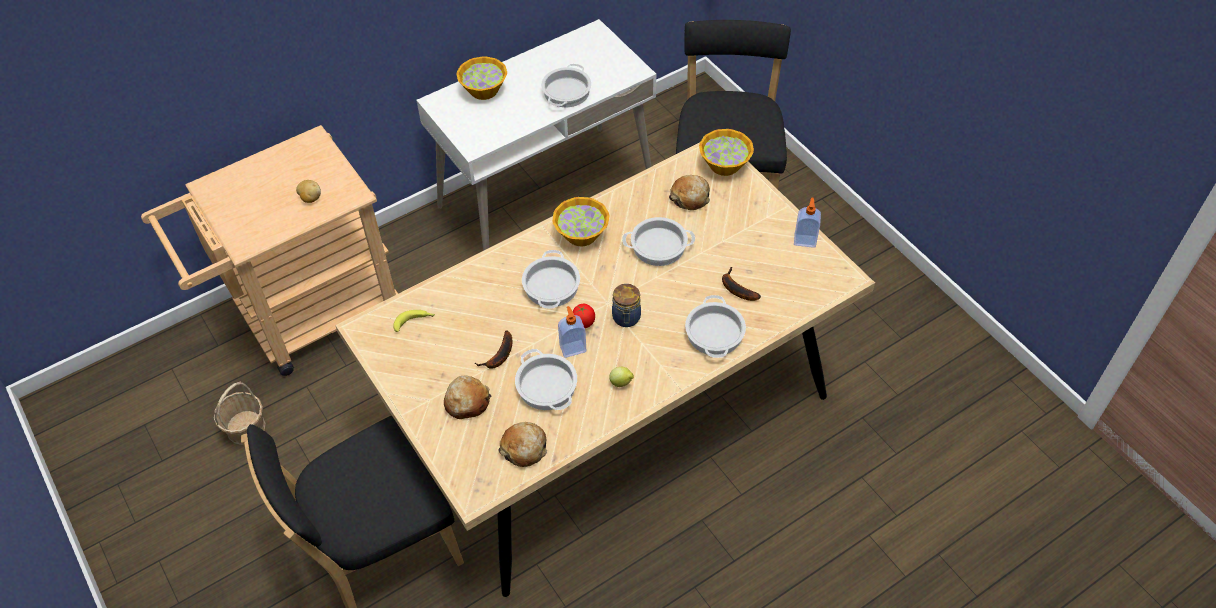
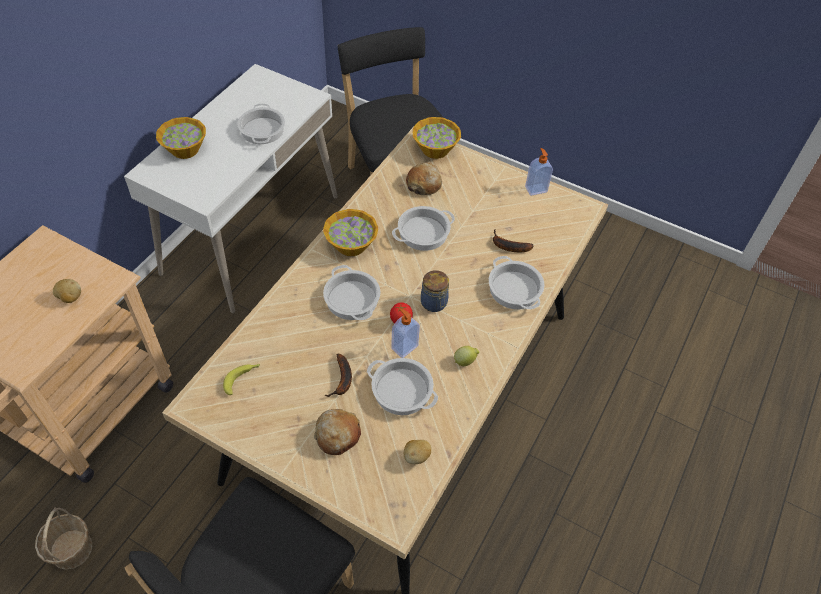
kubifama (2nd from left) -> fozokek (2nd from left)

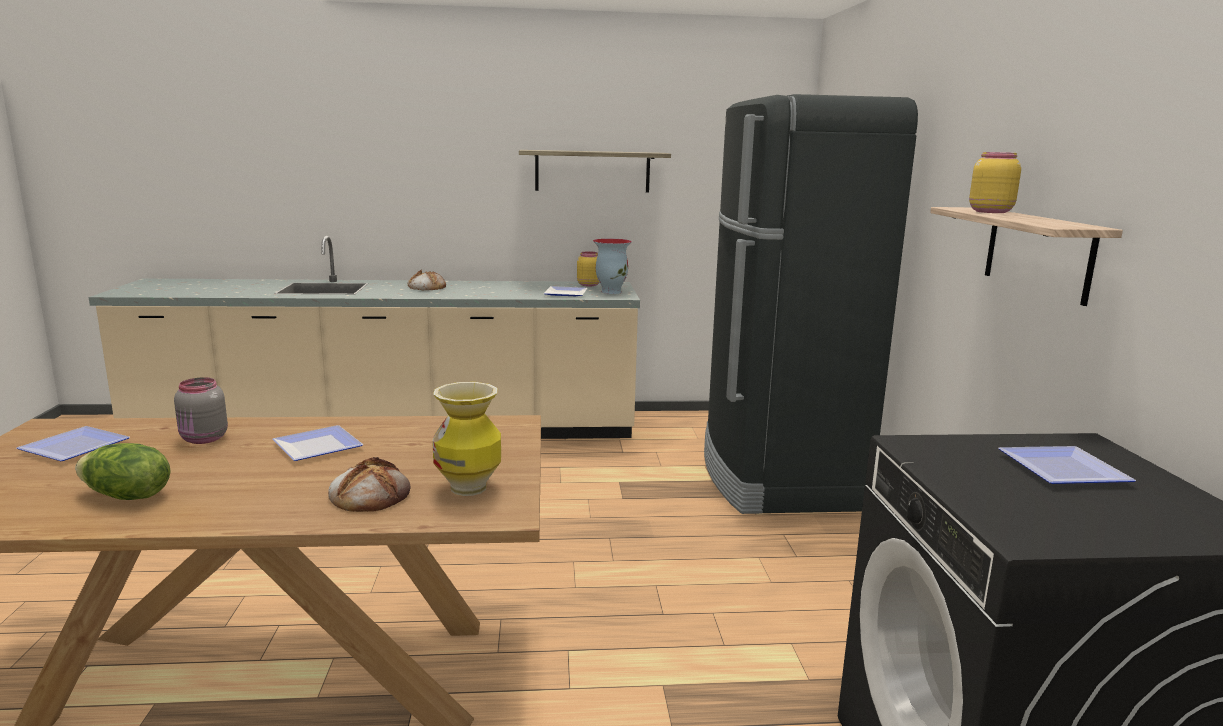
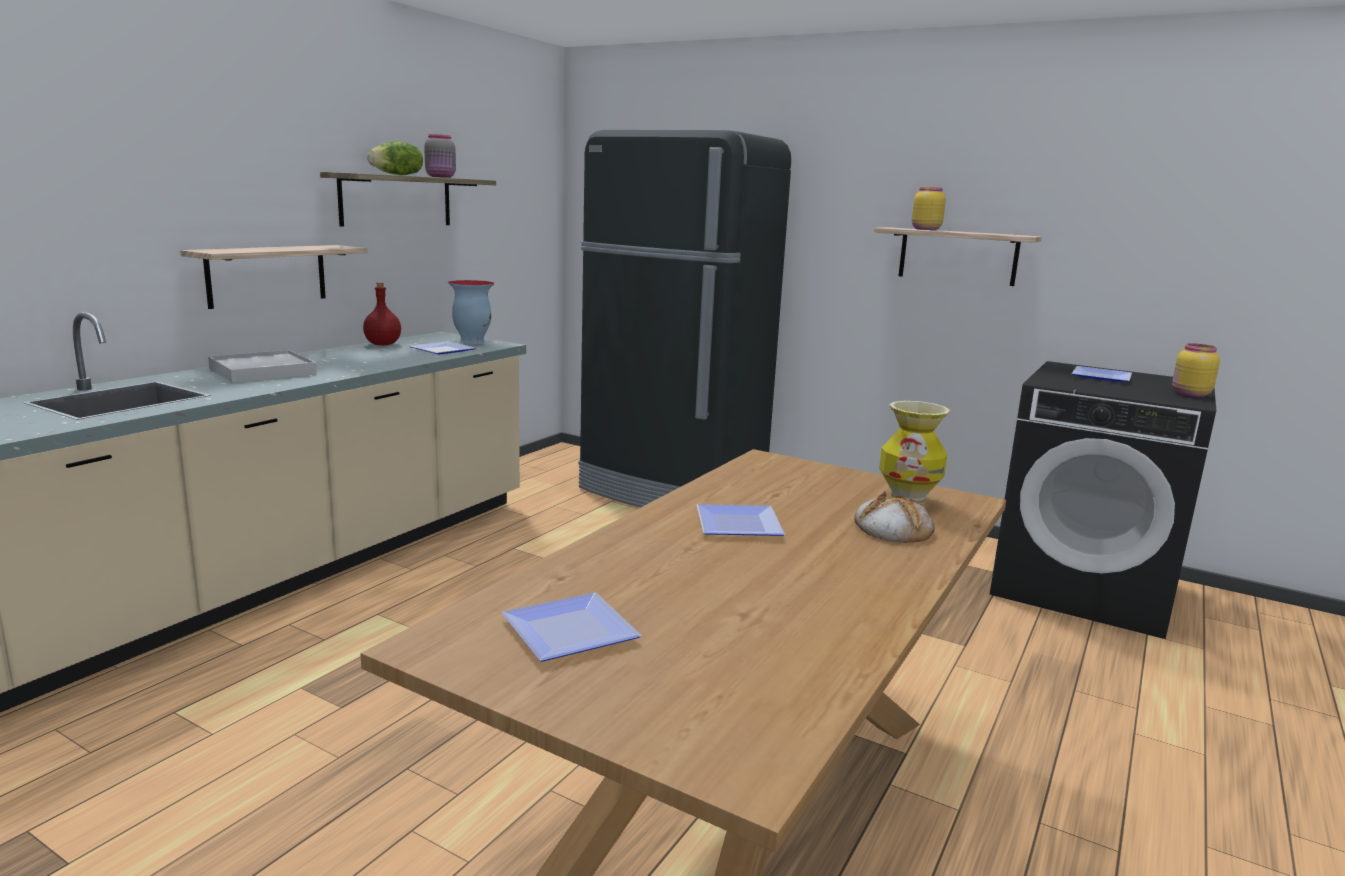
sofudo, move
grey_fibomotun, move
kubifama (2nd from left) -> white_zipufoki
yellow_fibomotun (1st from left in the first image) -> yellow_fibomotun (2nd from left), move
none -> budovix (1st from left)
none -> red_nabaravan

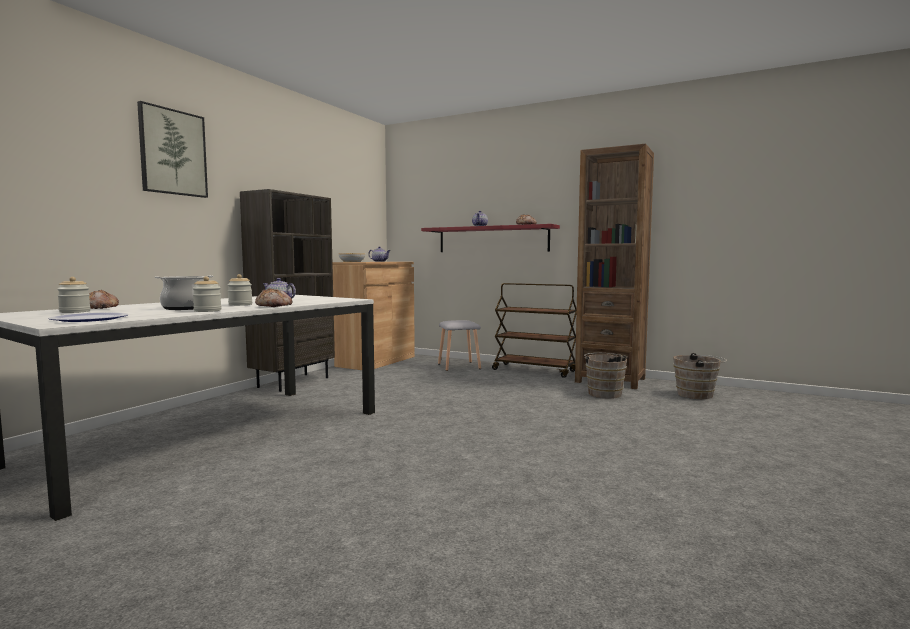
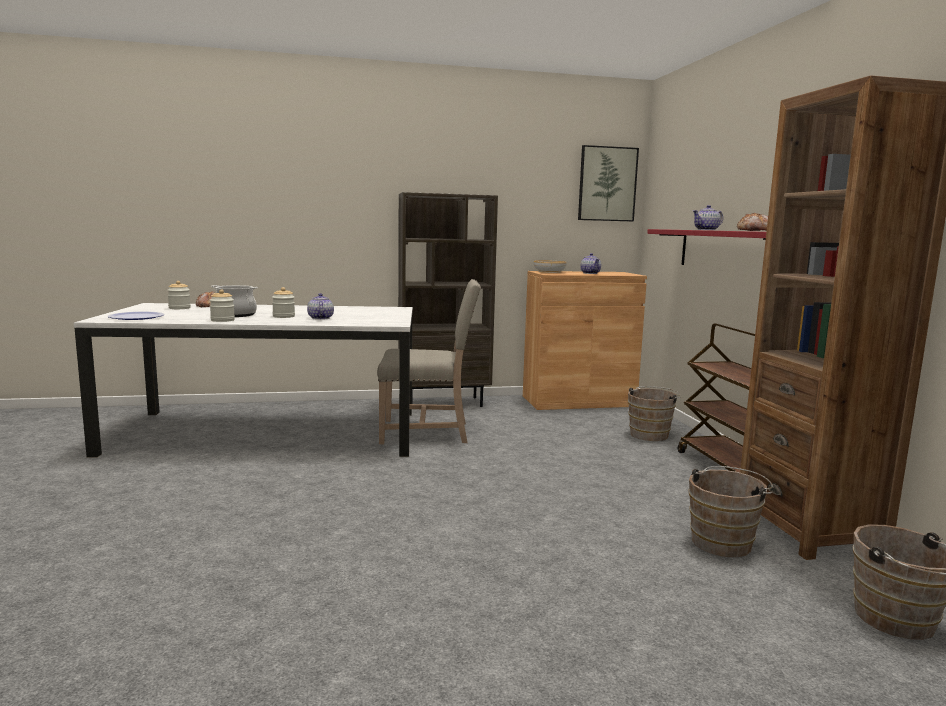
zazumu, move
kubifama (2nd from left) -> none
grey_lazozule -> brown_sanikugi (1st from left)
none -> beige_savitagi

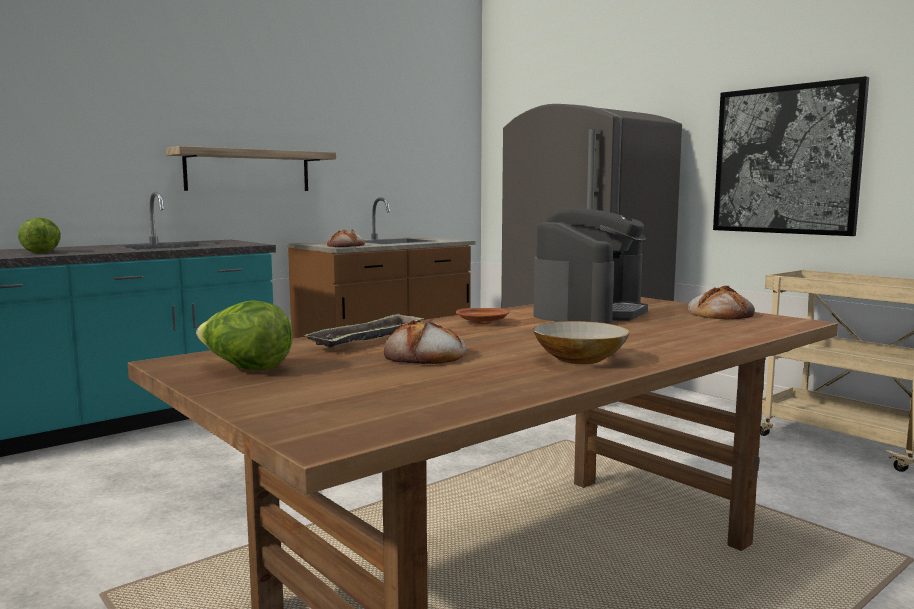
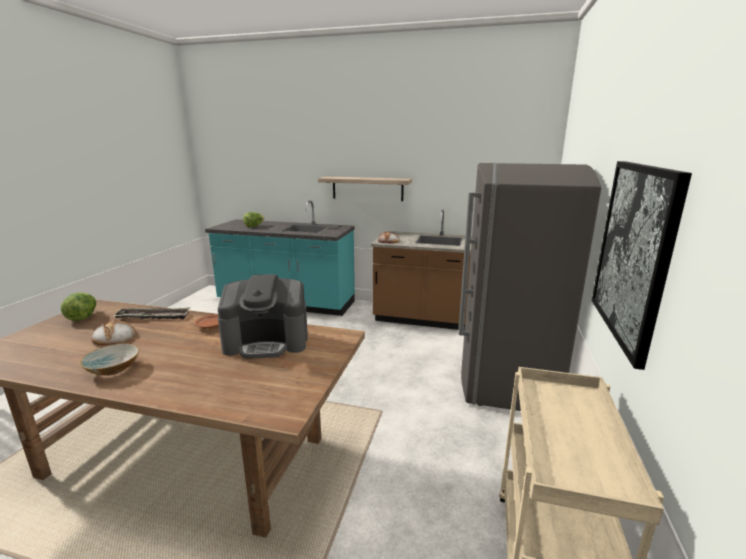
kubifama (3rd from left) -> none

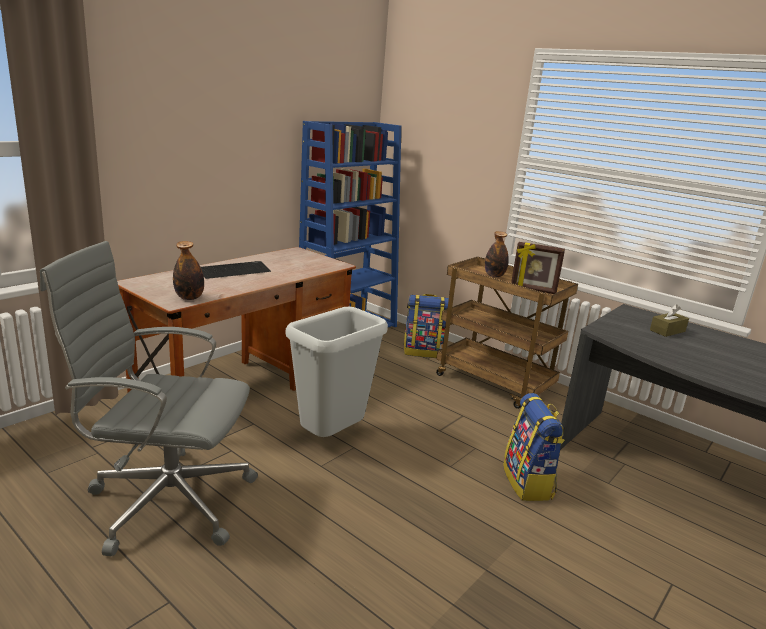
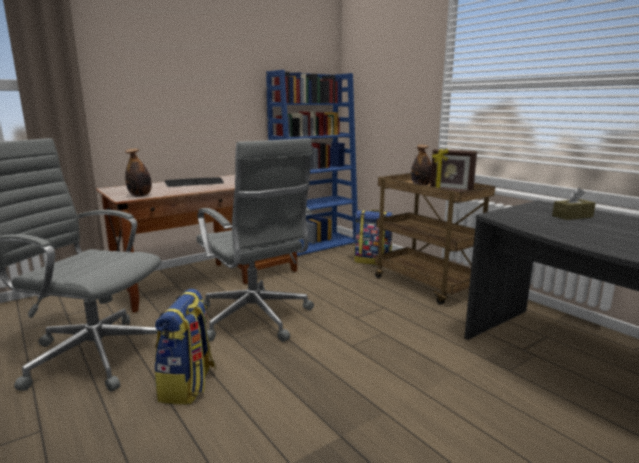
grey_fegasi -> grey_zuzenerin (2nd from left)
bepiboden (2nd from left in the first image) -> bepiboden (1st from left), move

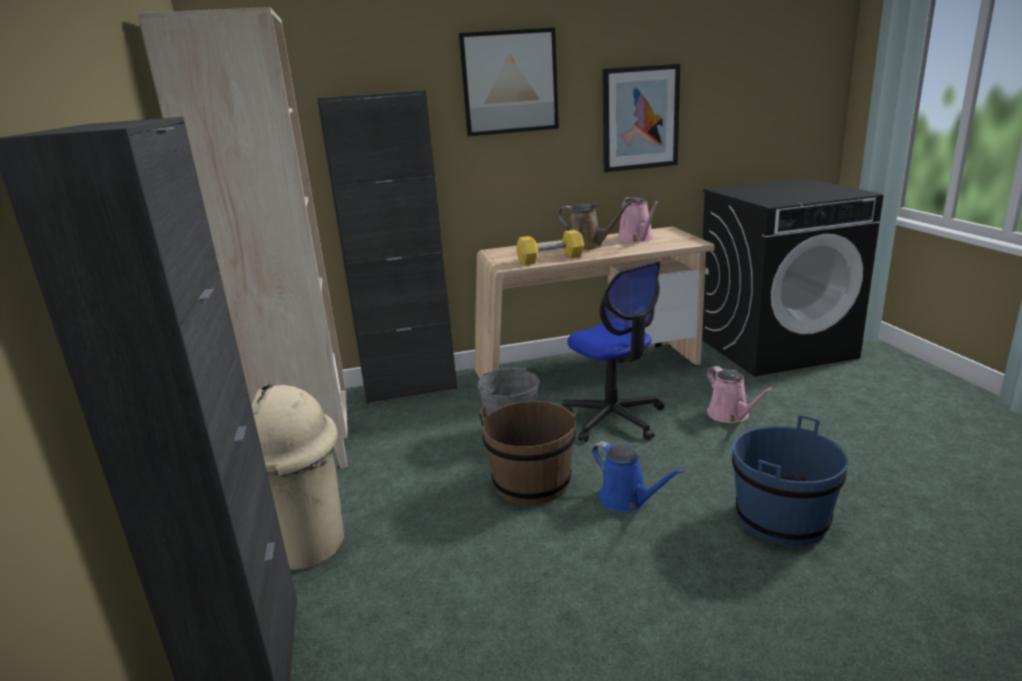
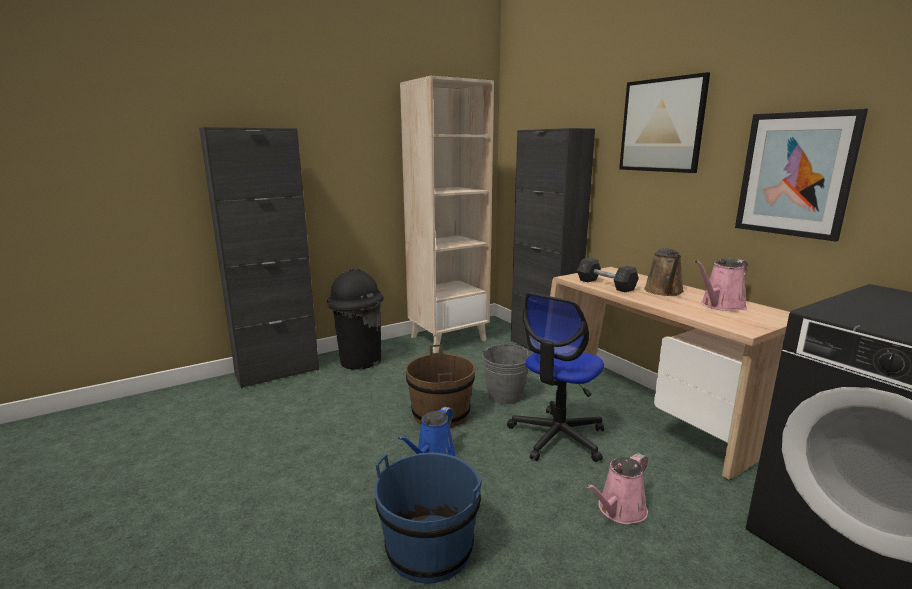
beige_fegasi -> black_fegasi
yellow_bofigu -> grey_bofigu

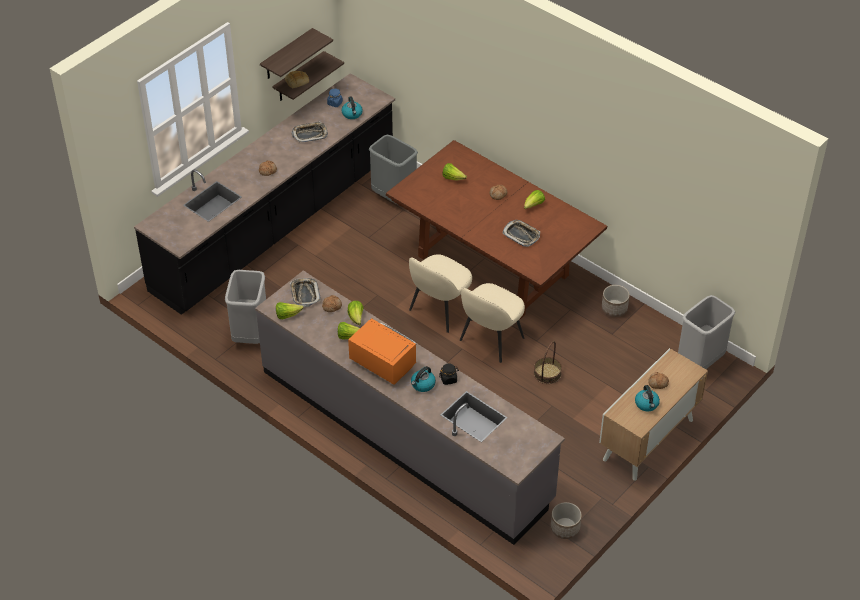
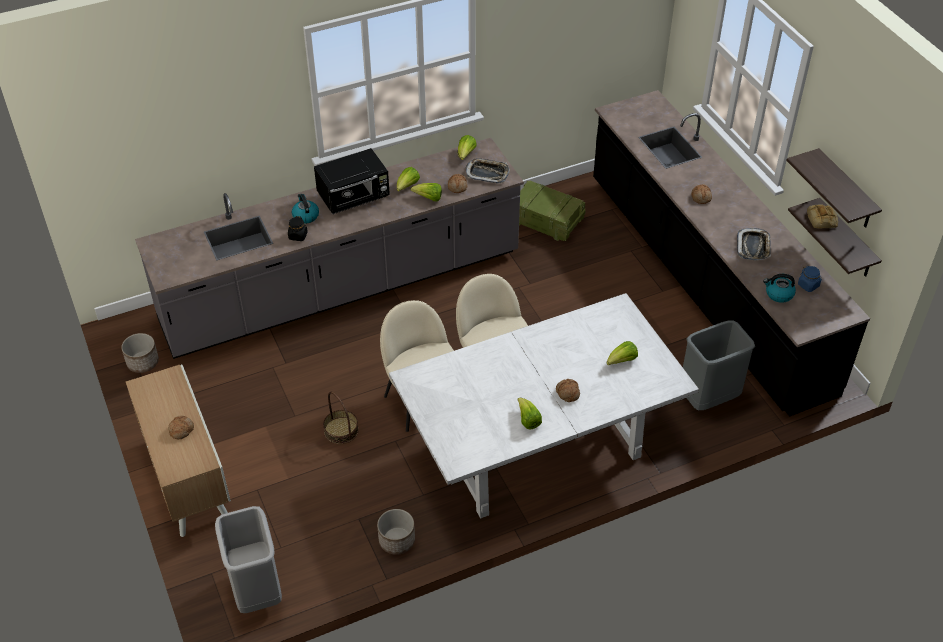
grey_fegasi (1st from left) -> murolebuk
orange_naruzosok -> black_naruzosok
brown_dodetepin -> white_dodetepin
zipufoki (3rd from left) -> none
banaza (3rd from left) -> none

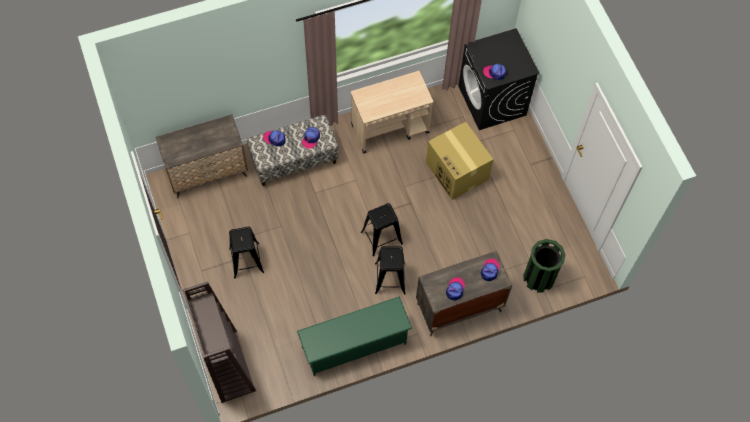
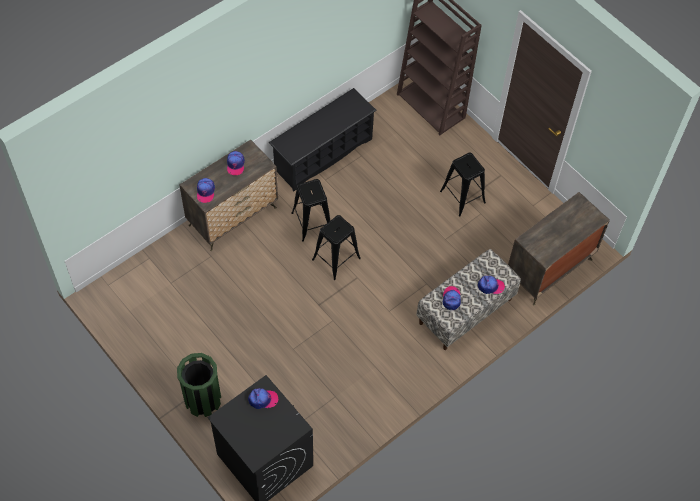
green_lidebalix -> black_lidebalix
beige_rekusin -> none
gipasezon -> none
green_fegasi, move

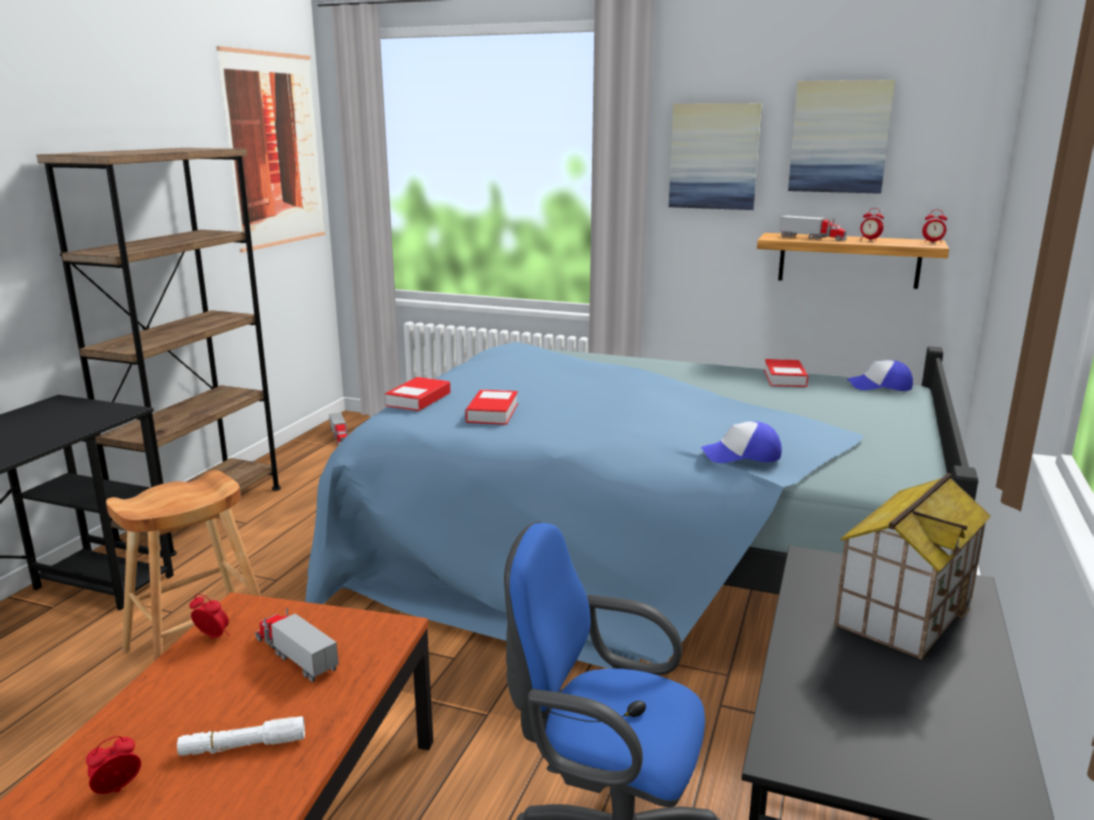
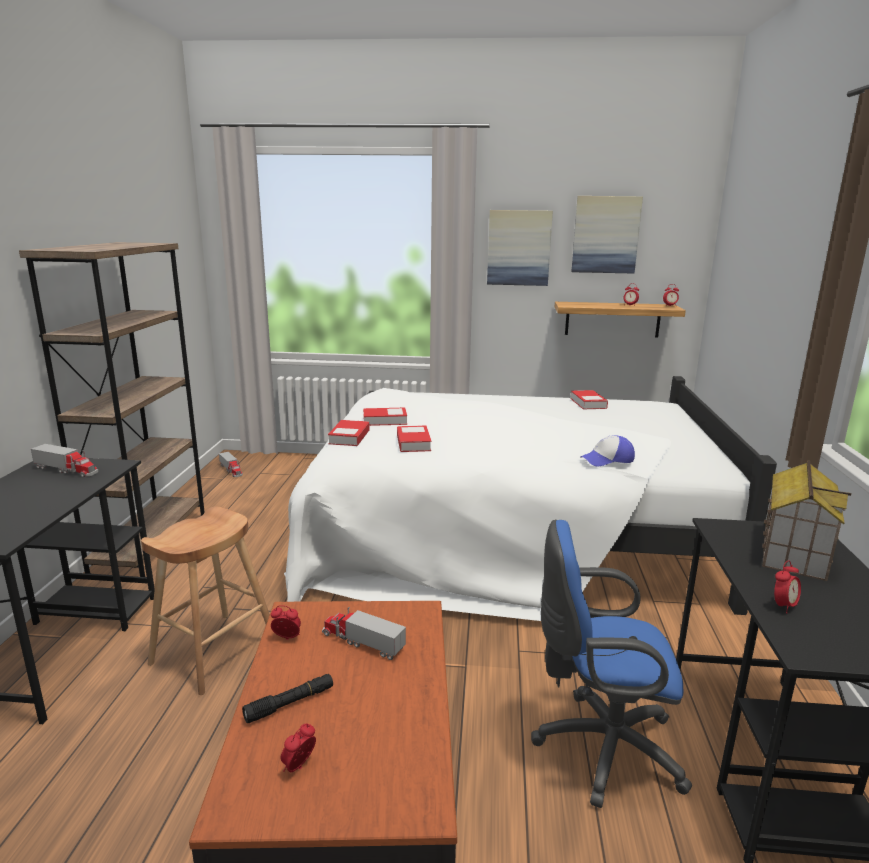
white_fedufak -> none
zazumu (1st from left) -> none
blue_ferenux -> white_ferenux
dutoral (3rd from left in the first image) -> dutoral (1st from left), move
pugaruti (2nd from left) -> none
none -> black_fedufak
none -> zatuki (2nd from left)
none -> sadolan (5th from left)

